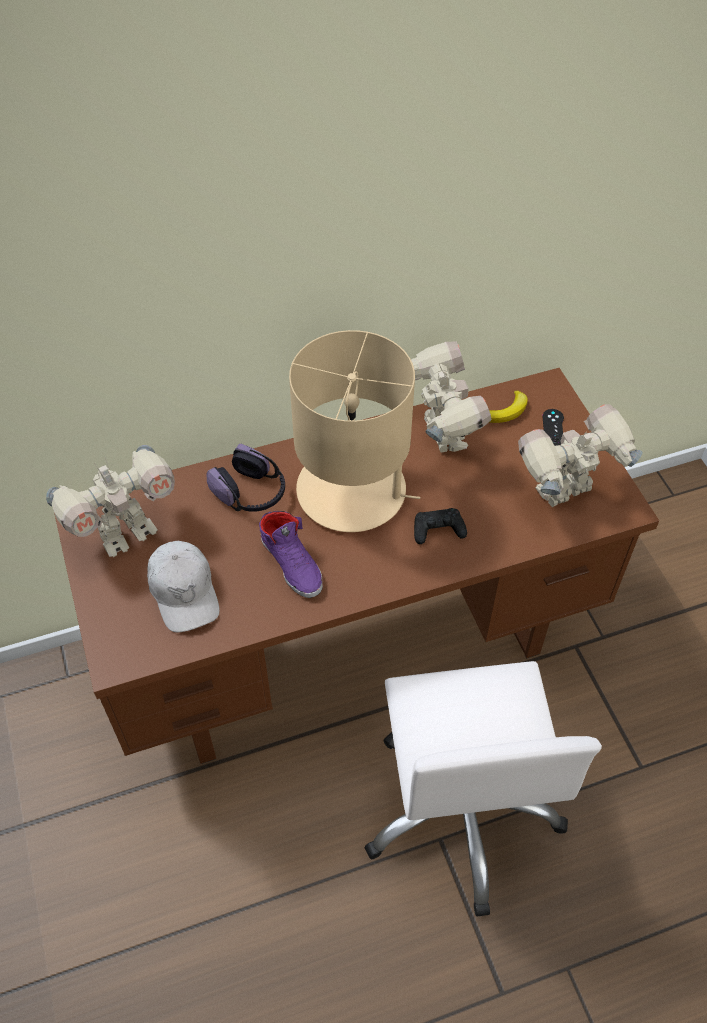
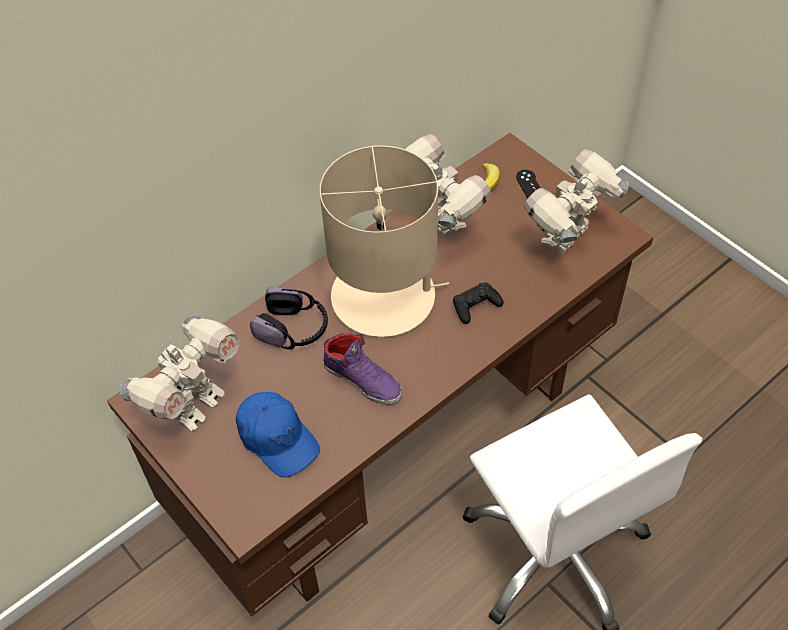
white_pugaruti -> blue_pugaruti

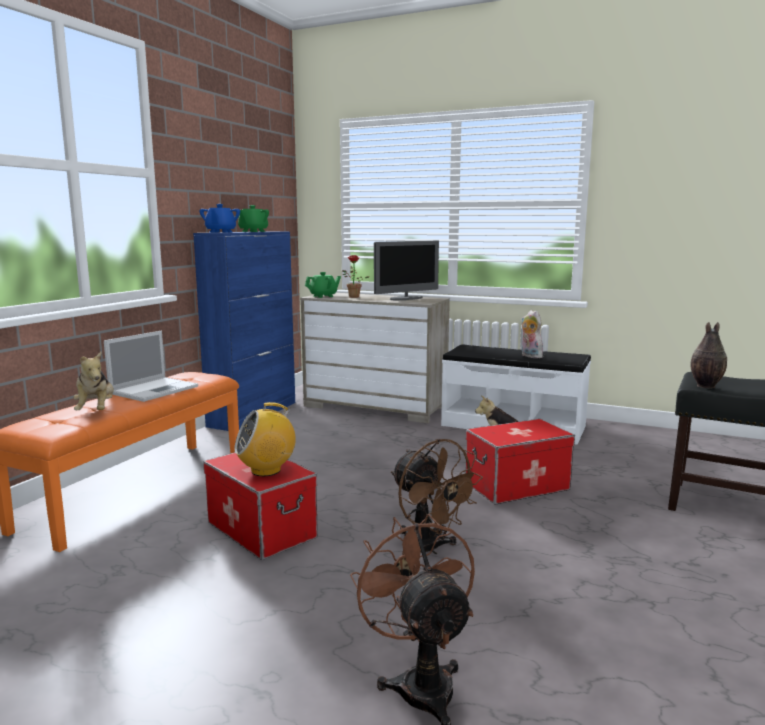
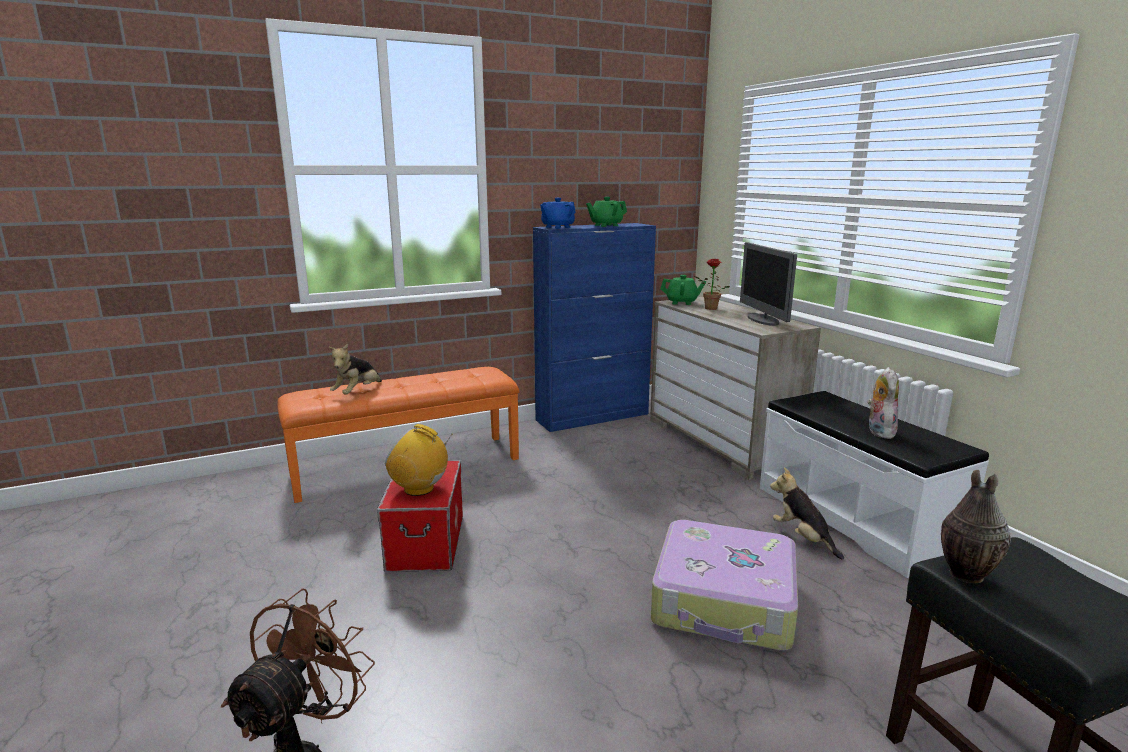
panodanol -> none
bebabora, 75 degrees clockwise
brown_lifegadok (2nd from left) -> none
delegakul (2nd from left) -> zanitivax

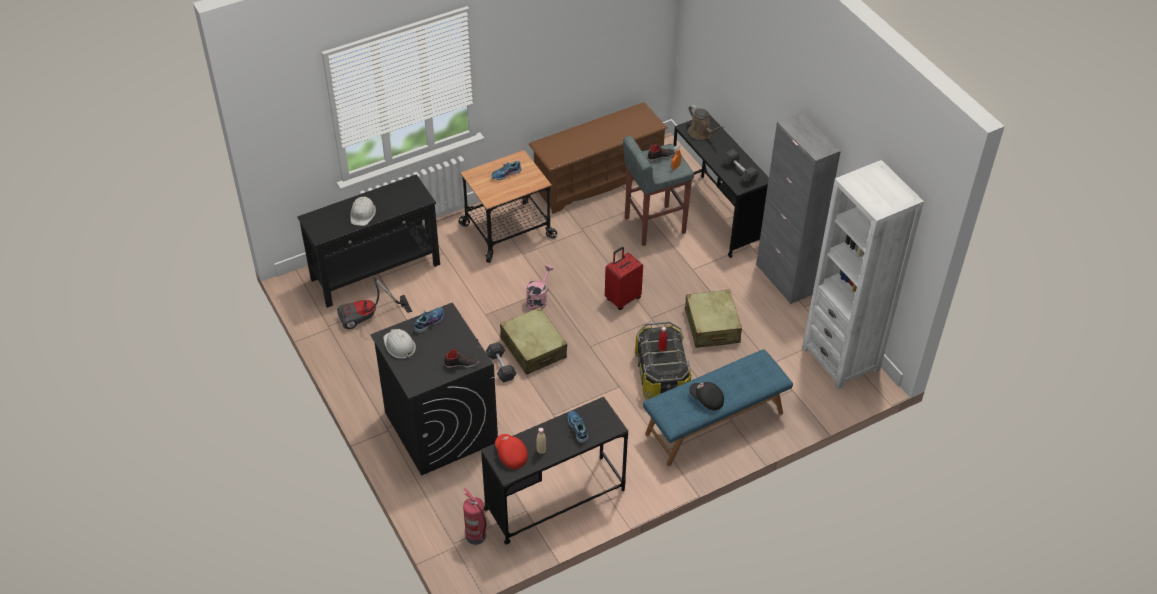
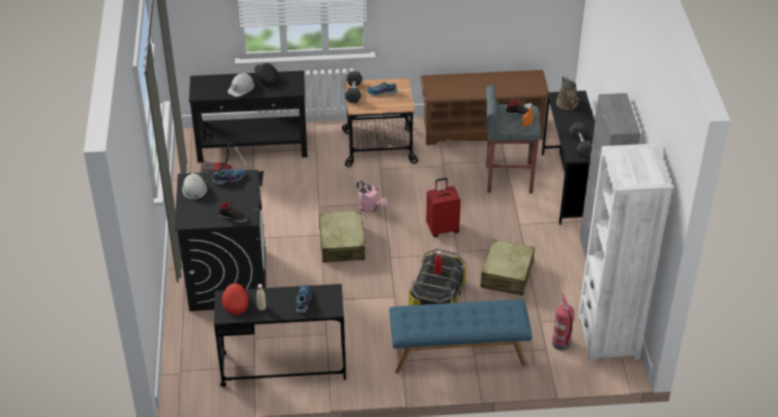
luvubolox, move
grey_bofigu (1st from left), move
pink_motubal, 90 degrees clockwise
black_pugaruti, move

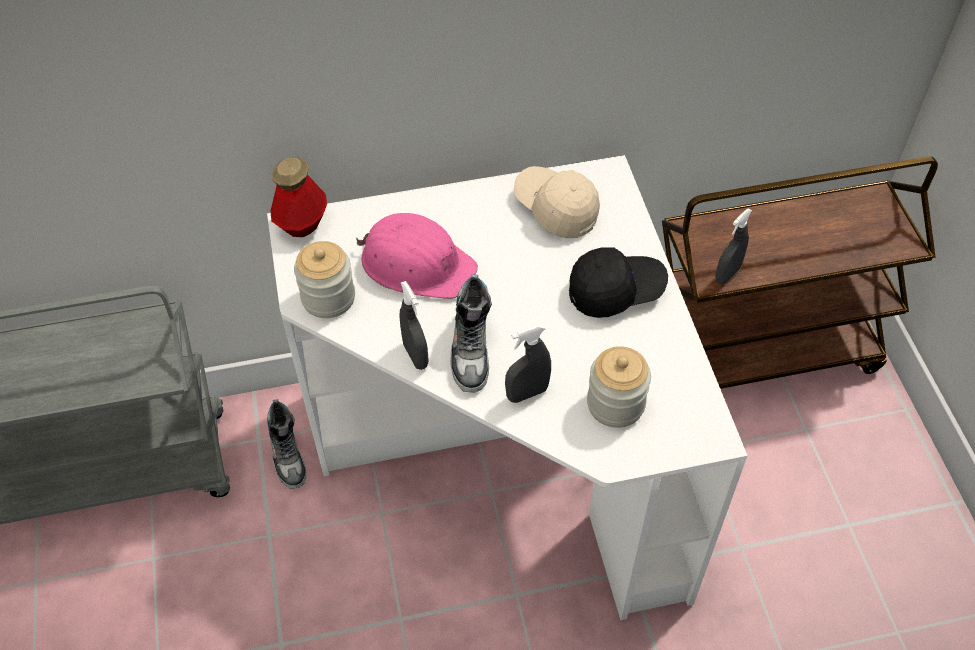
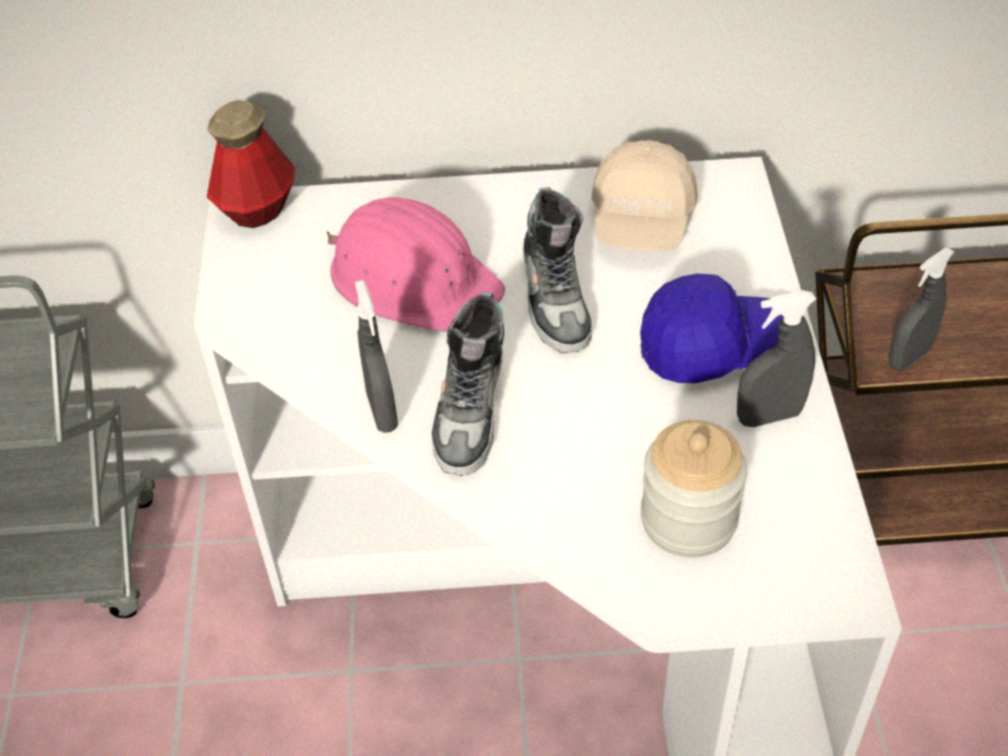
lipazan (1st from left in the first image) -> lipazan (2nd from left), move
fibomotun (1st from left) -> none
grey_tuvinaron (2nd from left), move
beige_pugaruti, 135 degrees counterclockwise
black_pugaruti -> blue_pugaruti

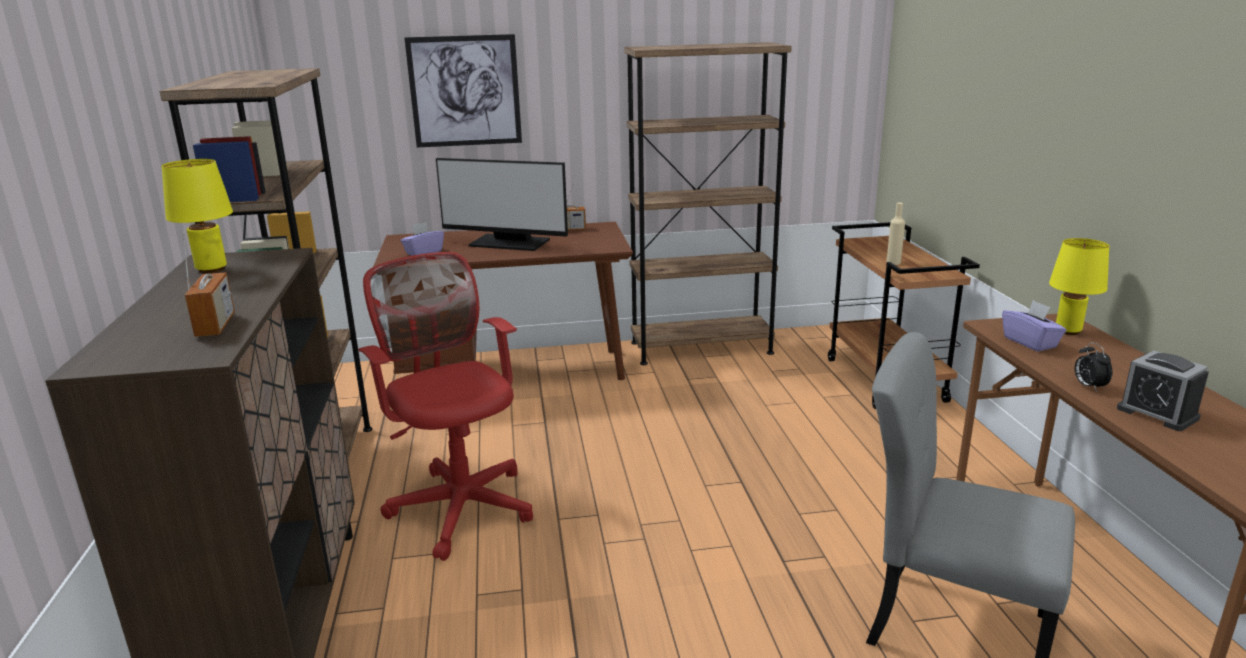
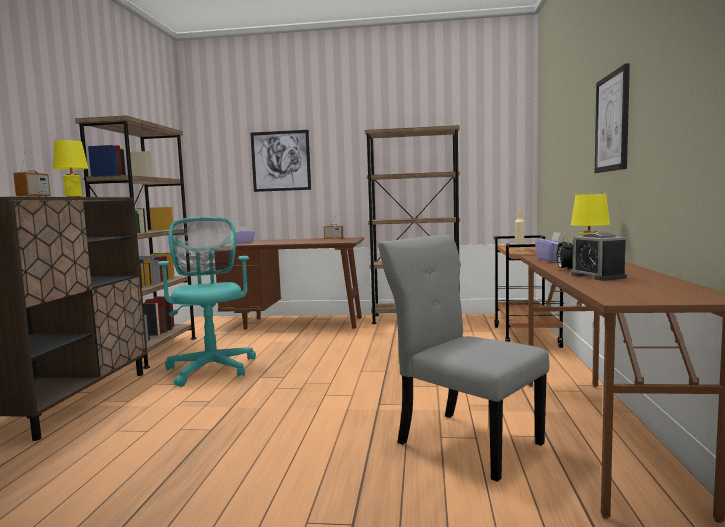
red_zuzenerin -> turquoise_zuzenerin
bebabora -> none
none -> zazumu (2nd from left)

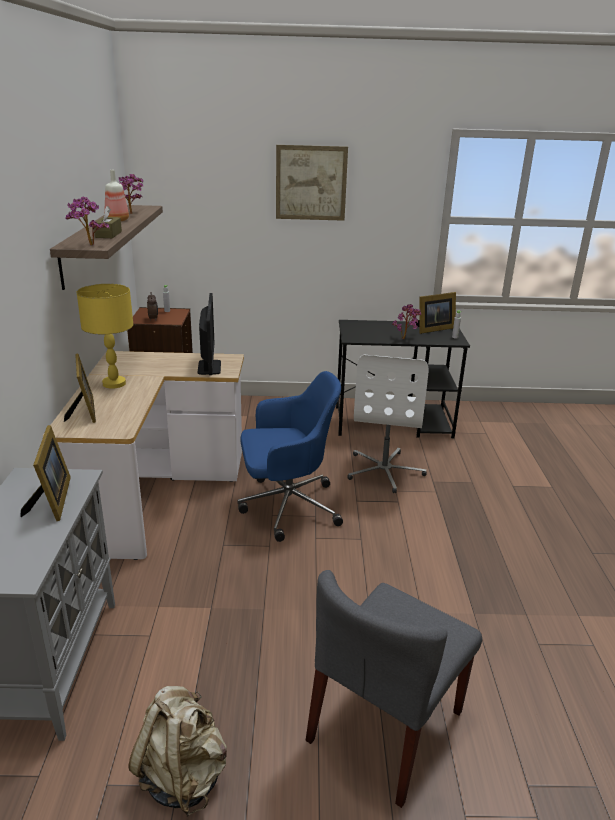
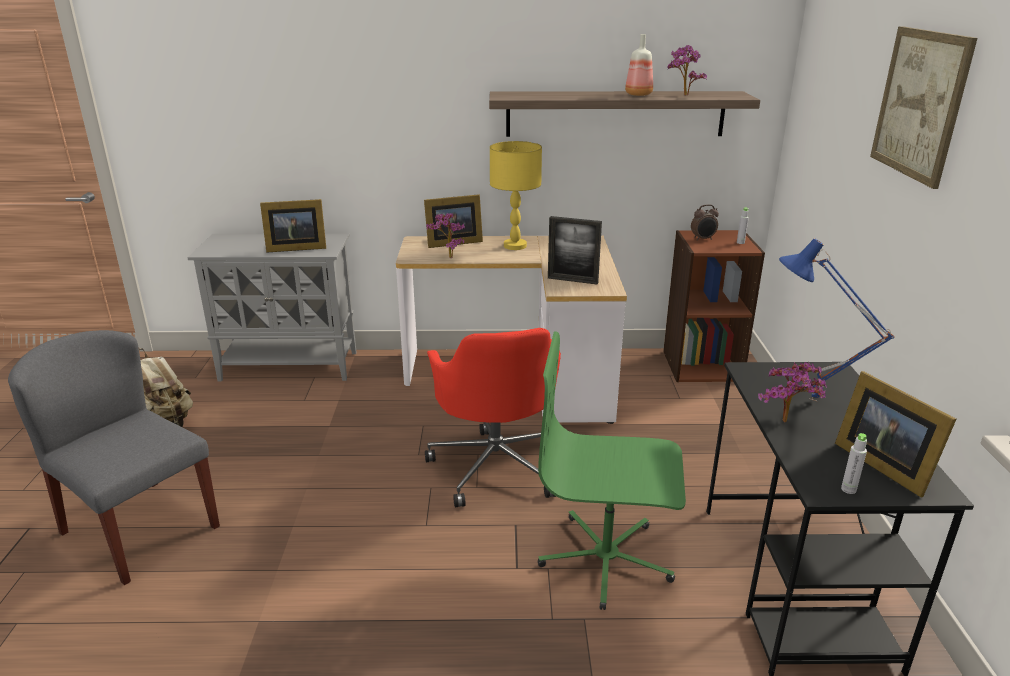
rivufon (1st from left), move
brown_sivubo -> none
bebabora -> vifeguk (3rd from left)
blue_zuzenerin -> red_zuzenerin
white_zuzenerin -> green_zuzenerin
none -> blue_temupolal

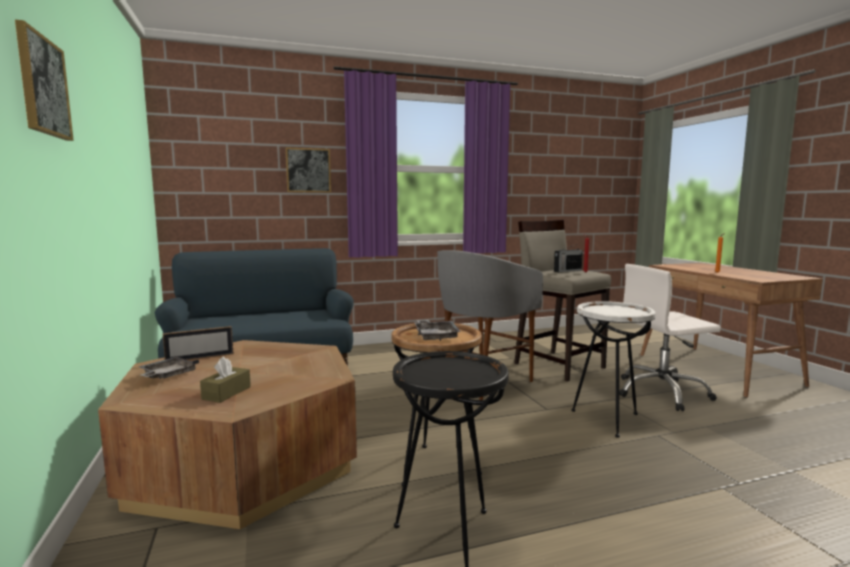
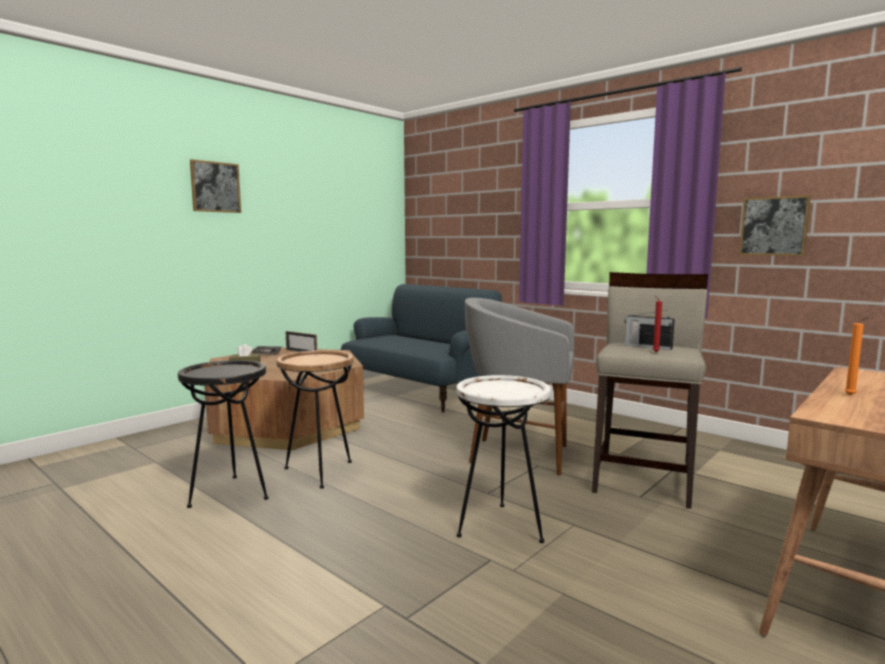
zazumu (2nd from left), move
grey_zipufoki (2nd from left) -> none
white_zuzenerin -> none

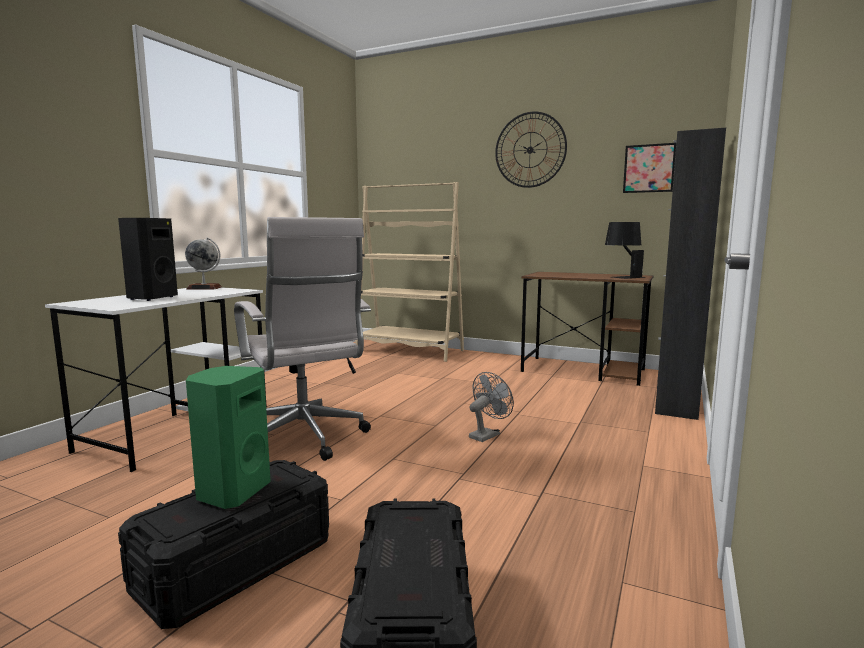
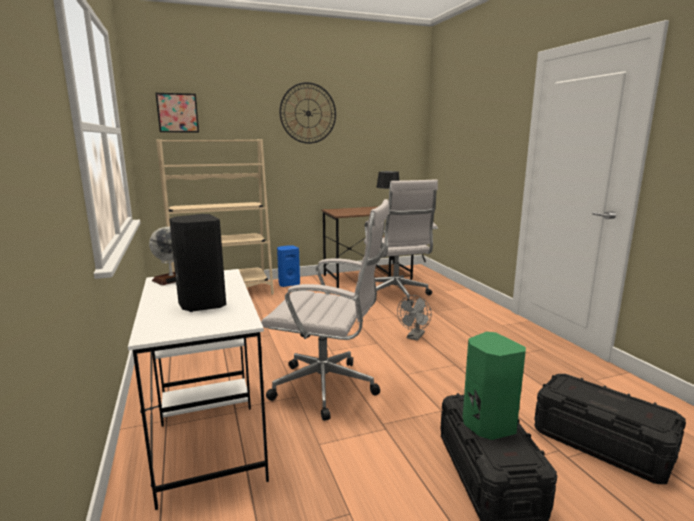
grey_lifegadok, 150 degrees counterclockwise
zazumu, move
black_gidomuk -> none
none -> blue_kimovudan
none -> white_zuzenerin (2nd from left)

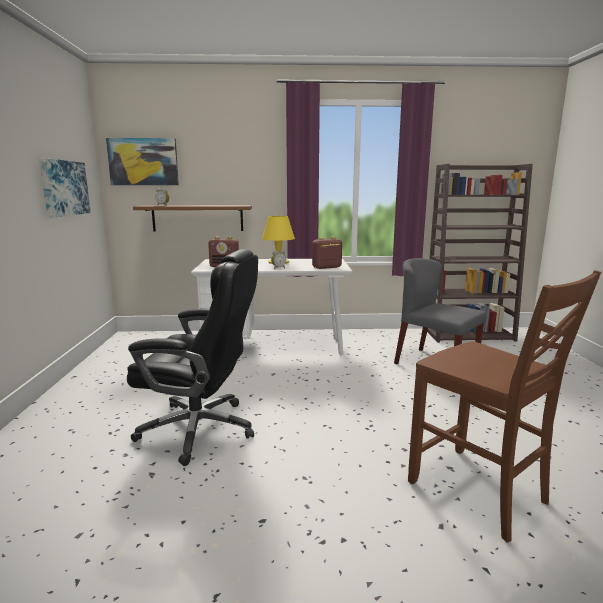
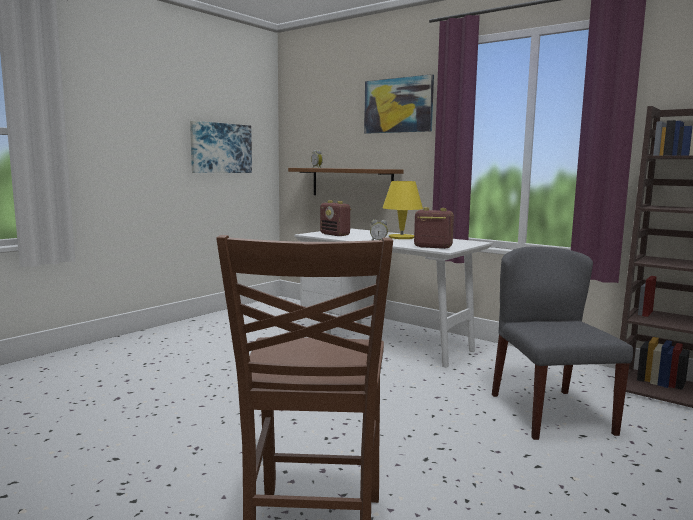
zazumu (2nd from left), move
black_zuzenerin -> none

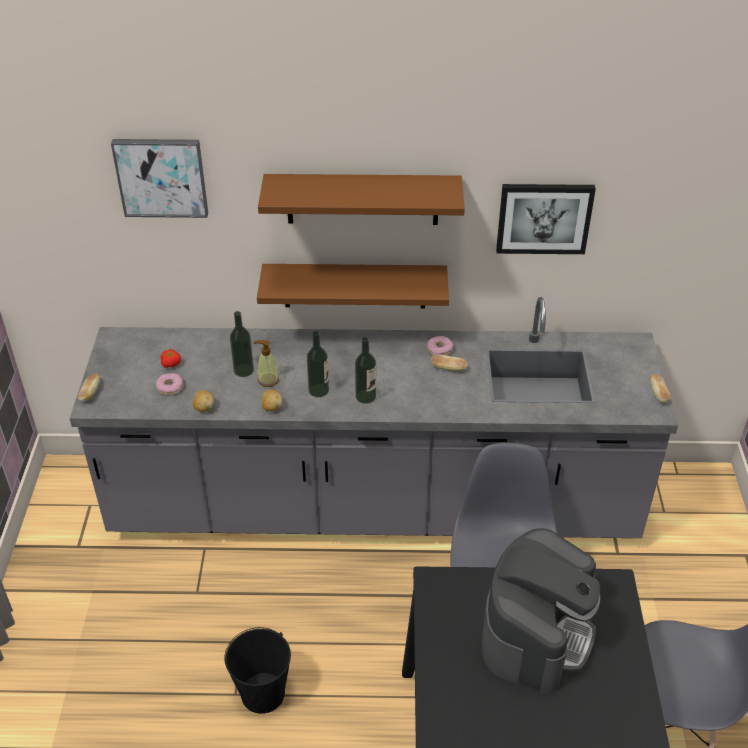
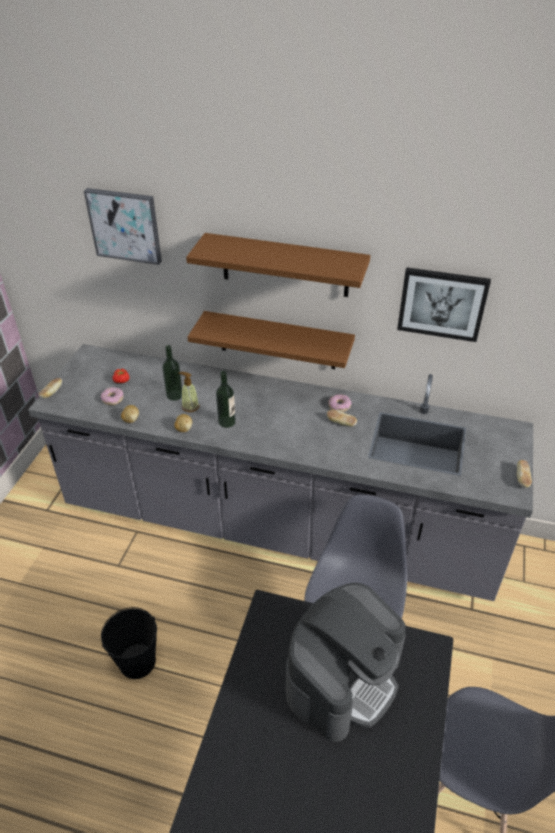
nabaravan (3rd from left) -> none

